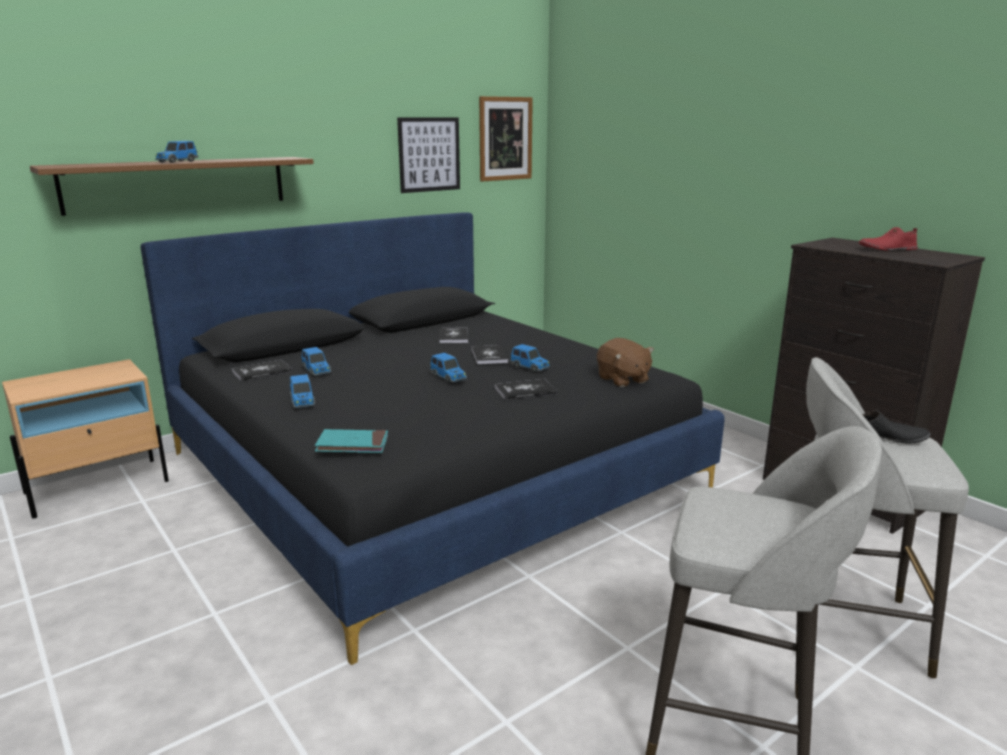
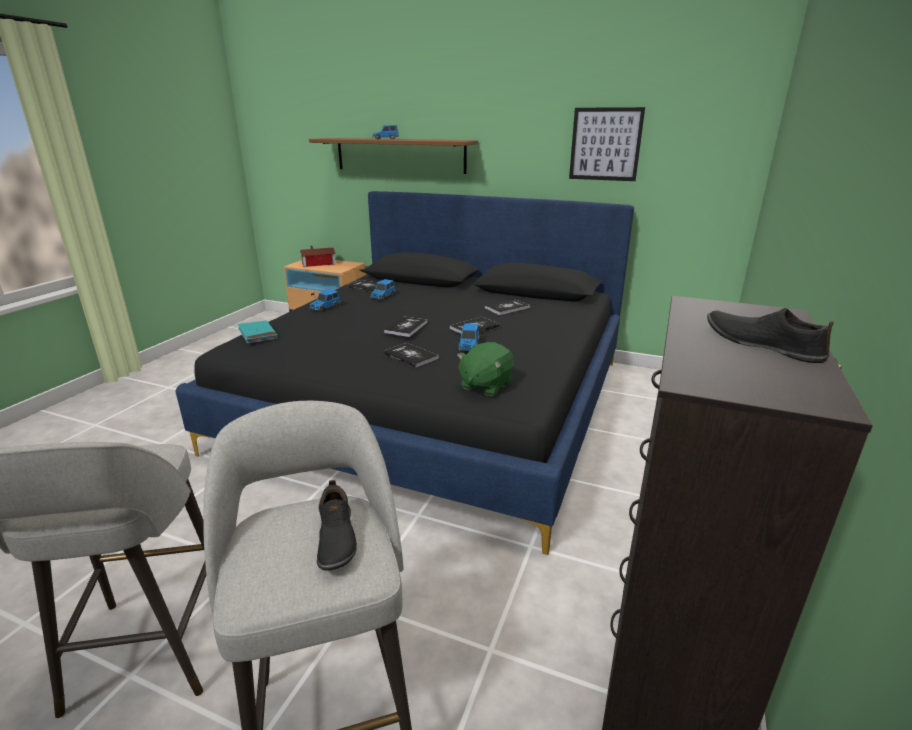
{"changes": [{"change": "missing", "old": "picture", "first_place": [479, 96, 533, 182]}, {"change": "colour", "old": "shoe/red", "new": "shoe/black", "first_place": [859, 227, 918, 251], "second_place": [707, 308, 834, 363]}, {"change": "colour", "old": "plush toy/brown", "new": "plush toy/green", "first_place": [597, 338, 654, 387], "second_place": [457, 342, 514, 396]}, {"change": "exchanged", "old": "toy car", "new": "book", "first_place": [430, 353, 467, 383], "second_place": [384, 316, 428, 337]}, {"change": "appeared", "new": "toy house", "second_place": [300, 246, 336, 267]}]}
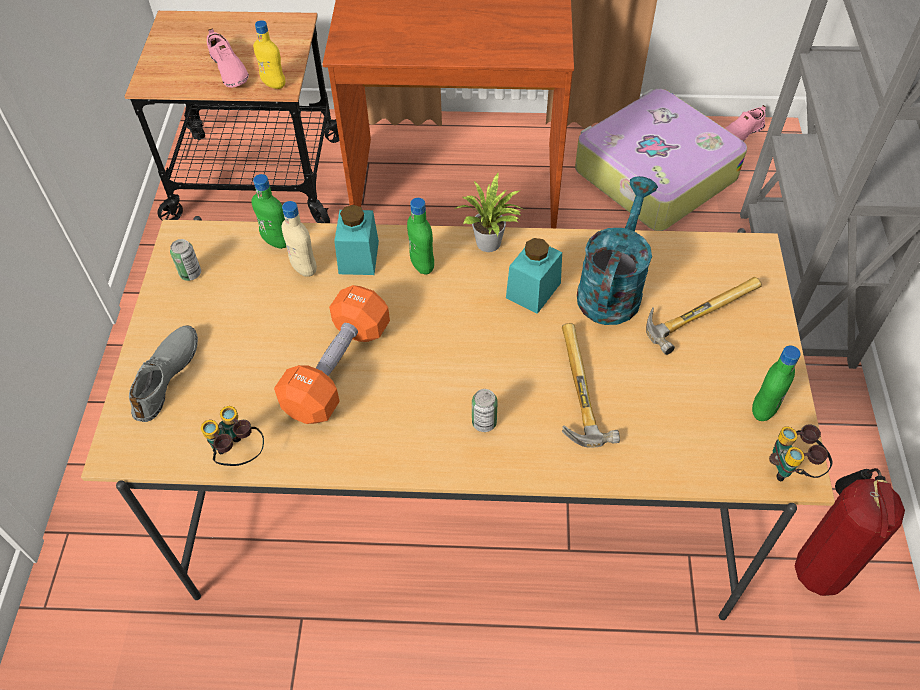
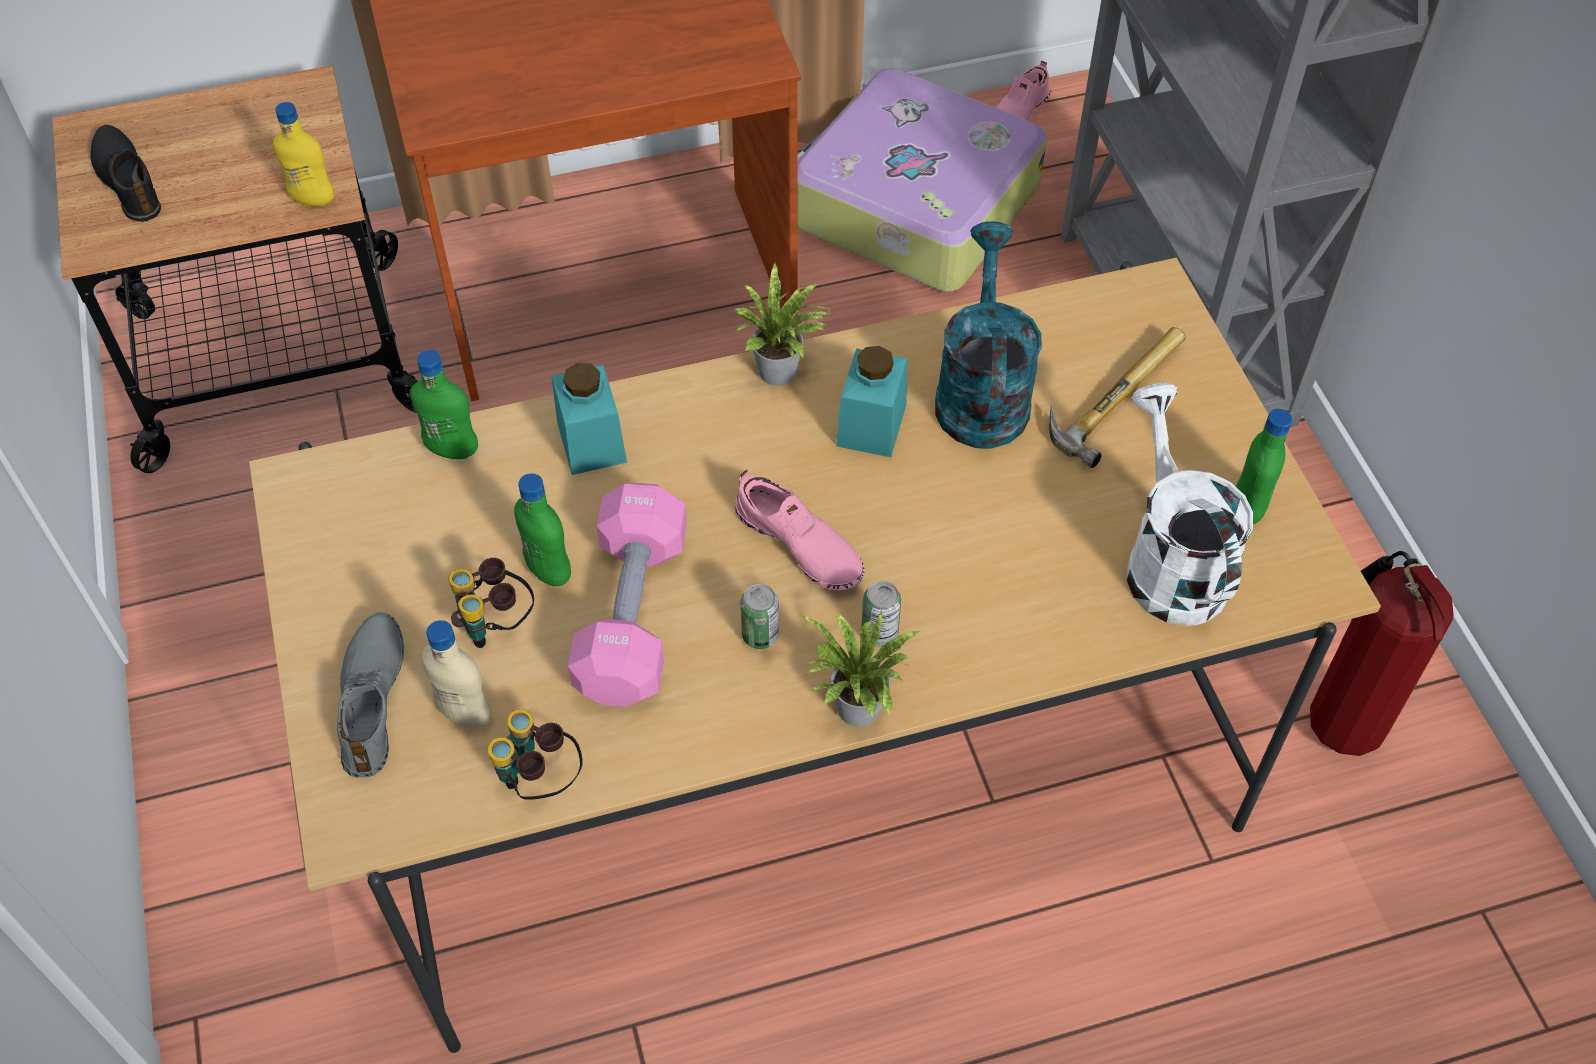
{"changes": [{"change": "relocated", "old": "shoe/pink", "first_place": [207, 28, 249, 88], "second_place": [735, 470, 865, 590]}, {"change": "relocated", "old": "bottle/green", "first_place": [407, 198, 434, 275], "second_place": [514, 474, 571, 586]}, {"change": "relocated", "old": "bottle/beige", "first_place": [282, 201, 317, 277], "second_place": [421, 620, 491, 729]}, {"change": "relocated", "old": "can", "first_place": [170, 239, 201, 281], "second_place": [740, 584, 779, 649]}, {"change": "colour", "old": "dumbbell/orange", "new": "dumbbell/pink", "first_place": [274, 285, 390, 424], "second_place": [568, 483, 687, 707]}, {"change": "missing", "old": "hammer", "first_place": [562, 323, 620, 448]}, {"change": "relocated", "old": "binoculars", "first_place": [769, 424, 833, 481], "second_place": [449, 558, 534, 648]}, {"change": "appeared", "new": "shoe/black", "second_place": [90, 125, 161, 222]}, {"change": "appeared", "new": "watering can/white", "second_place": [1127, 383, 1253, 626]}, {"change": "appeared", "new": "potted plant", "second_place": [799, 610, 921, 727]}]}
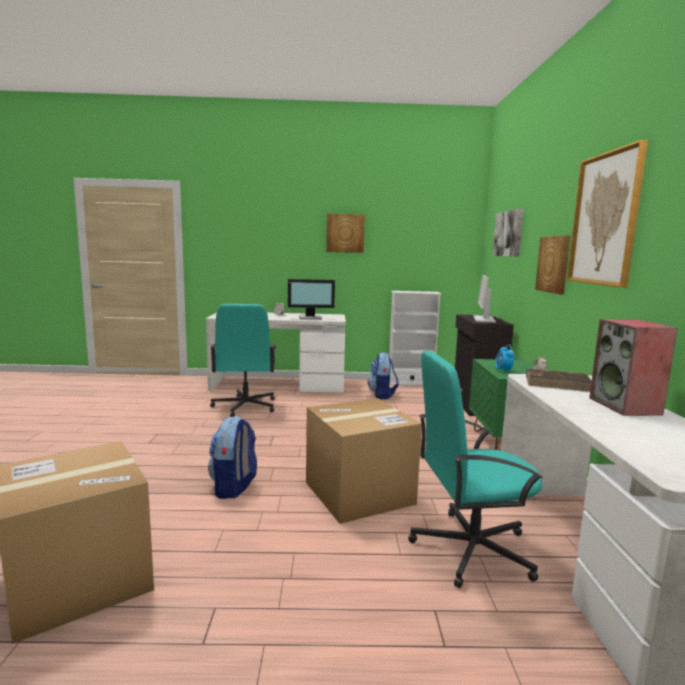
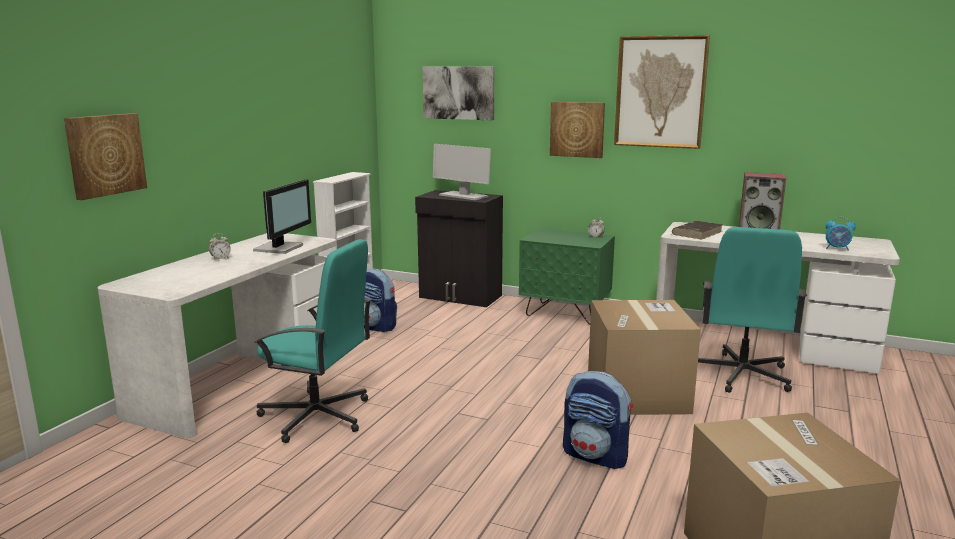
{"changes": [{"change": "relocated", "old": "picture", "first_place": [326, 214, 365, 253], "second_place": [64, 113, 147, 200]}, {"change": "relocated", "old": "alarm clock", "first_place": [495, 345, 514, 373], "second_place": [826, 217, 856, 251]}]}
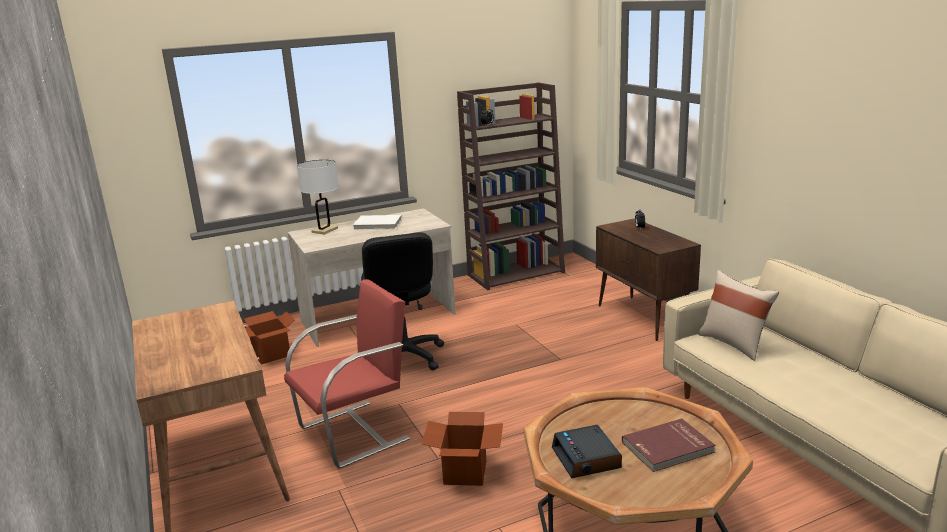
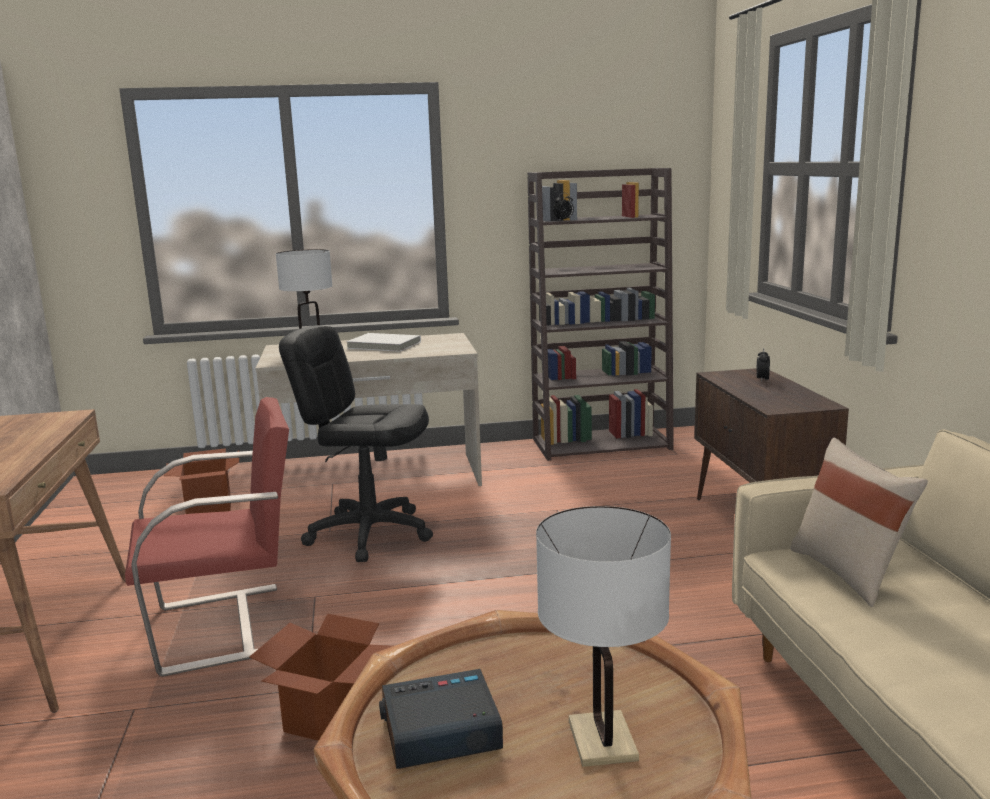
{"changes": [{"change": "spun", "old": "office chair/black", "first_place": [361, 232, 444, 370], "second_place": [279, 325, 433, 562], "degrees": 105}, {"change": "exchanged", "old": "book/red", "new": "table lamp/white", "first_place": [622, 419, 715, 472], "second_place": [536, 506, 671, 767]}, {"change": "spun", "old": "alarm clock", "first_place": [552, 425, 622, 478], "second_place": [379, 669, 503, 769], "degrees": 75}]}
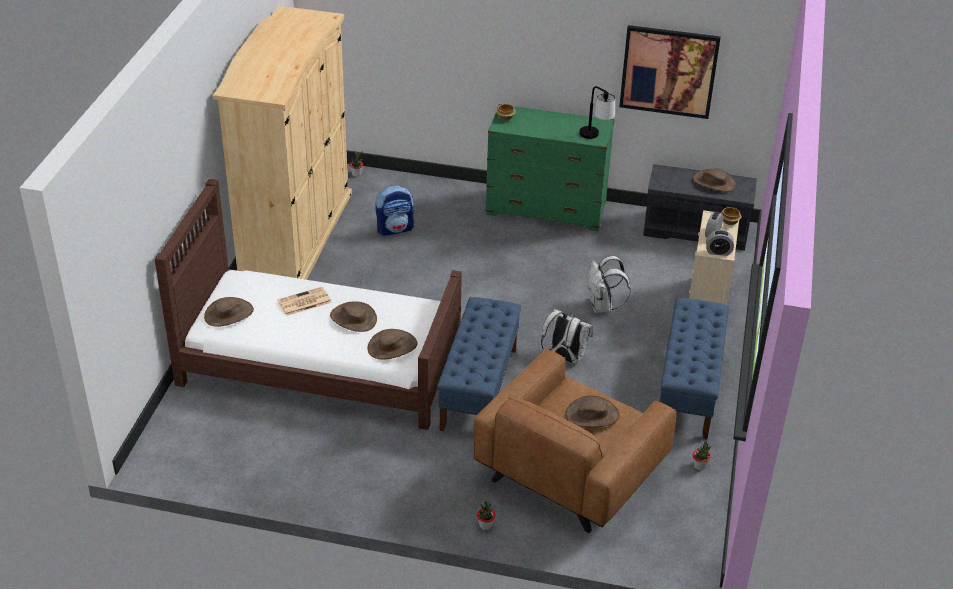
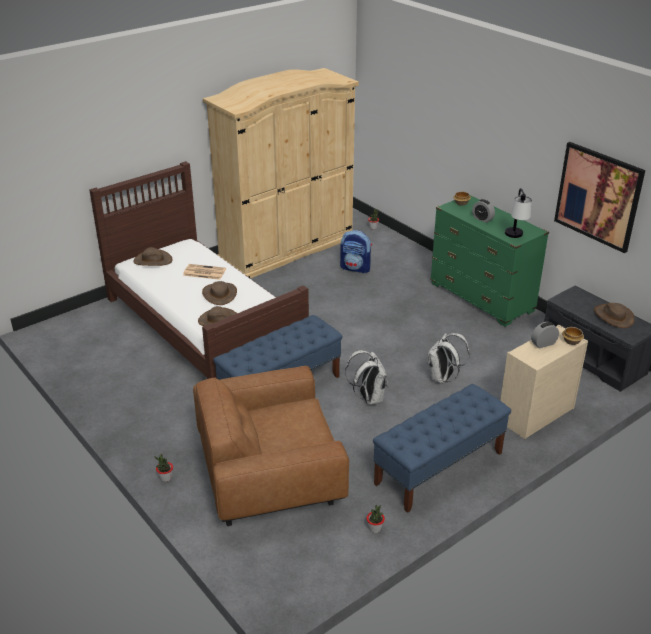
{"changes": [{"change": "relocated", "old": "alarm clock", "first_place": [706, 230, 734, 256], "second_place": [472, 199, 495, 223]}, {"change": "missing", "old": "hat/brown", "first_place": [566, 396, 620, 428]}]}
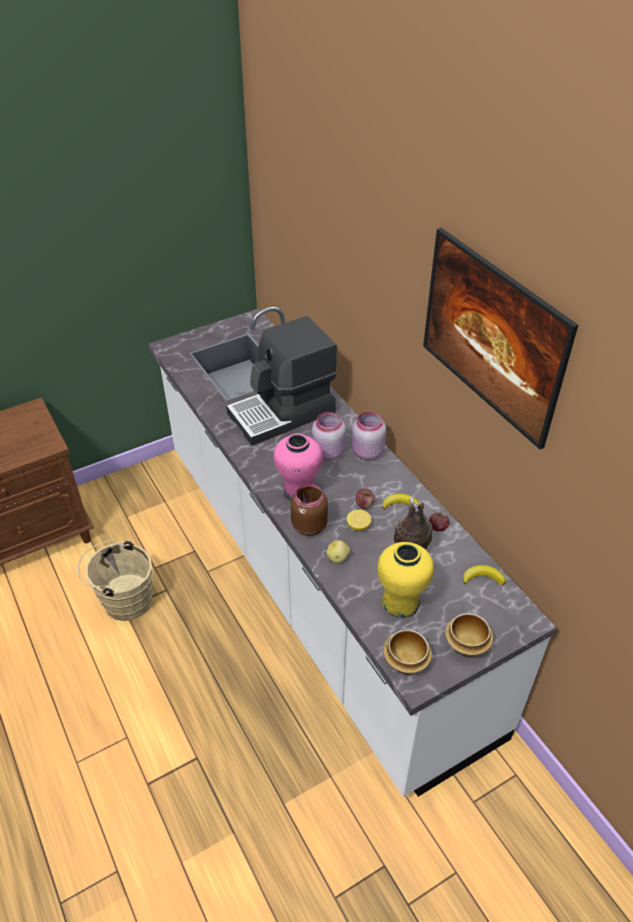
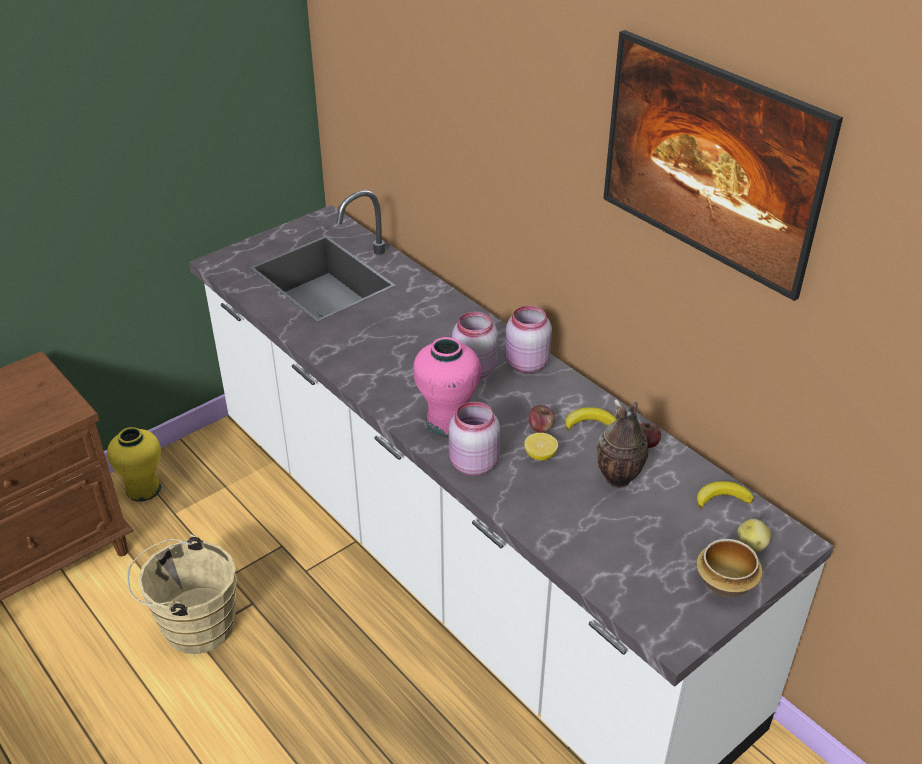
{"changes": [{"change": "missing", "old": "coffee machine", "first_place": [226, 316, 337, 446]}, {"change": "colour", "old": "jar/brown", "new": "jar/pink", "first_place": [291, 484, 328, 536], "second_place": [449, 402, 500, 476]}, {"change": "relocated", "old": "potato", "first_place": [327, 540, 350, 564], "second_place": [737, 519, 771, 552]}, {"change": "relocated", "old": "vase/yellow", "first_place": [377, 542, 434, 618], "second_place": [107, 427, 161, 502]}, {"change": "missing", "old": "bowl", "first_place": [383, 629, 432, 674]}]}
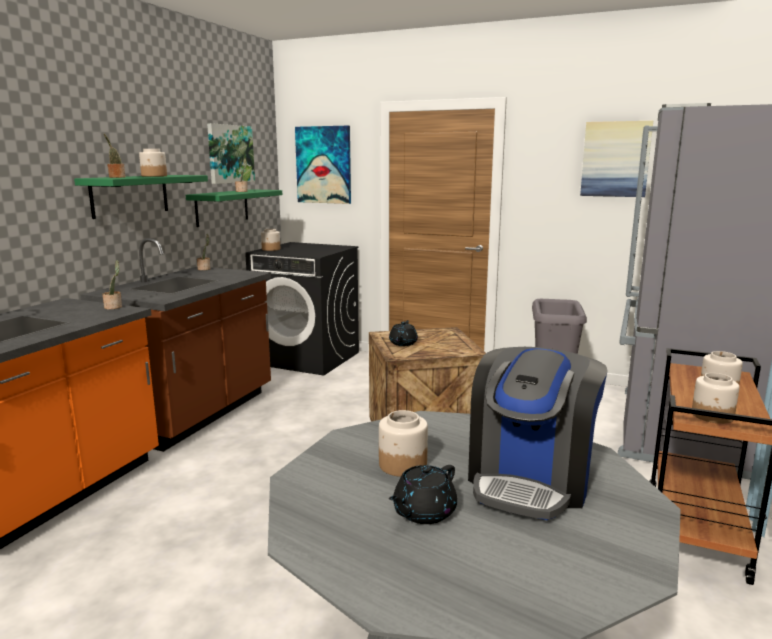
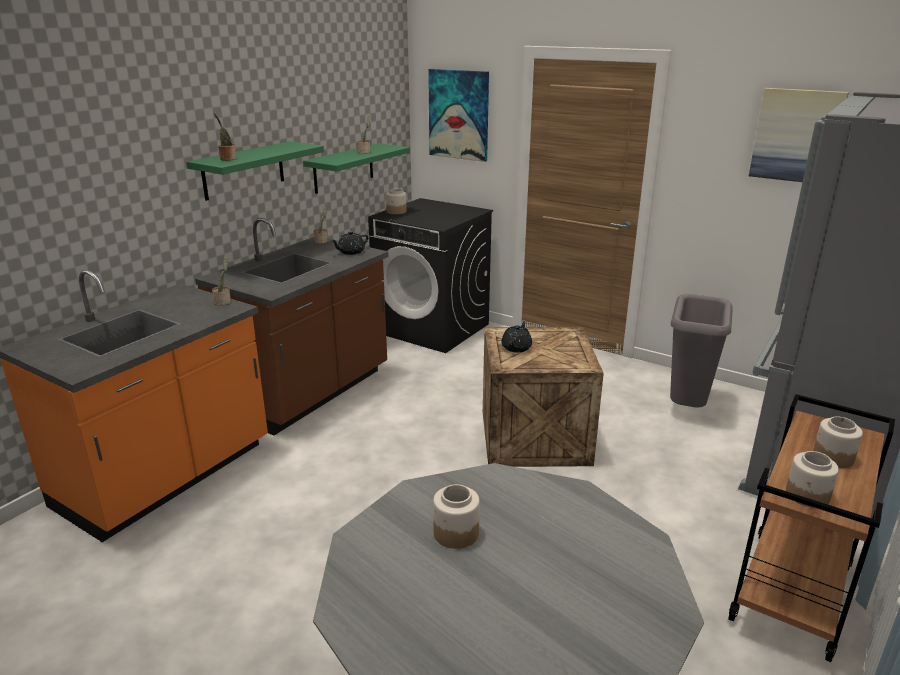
{"changes": [{"change": "missing", "old": "picture", "first_place": [207, 123, 255, 184]}, {"change": "missing", "old": "jar", "first_place": [139, 149, 167, 177]}, {"change": "missing", "old": "coffee machine", "first_place": [468, 347, 608, 520]}, {"change": "relocated", "old": "teapot/black", "first_place": [389, 465, 457, 524], "second_place": [330, 231, 368, 255]}]}
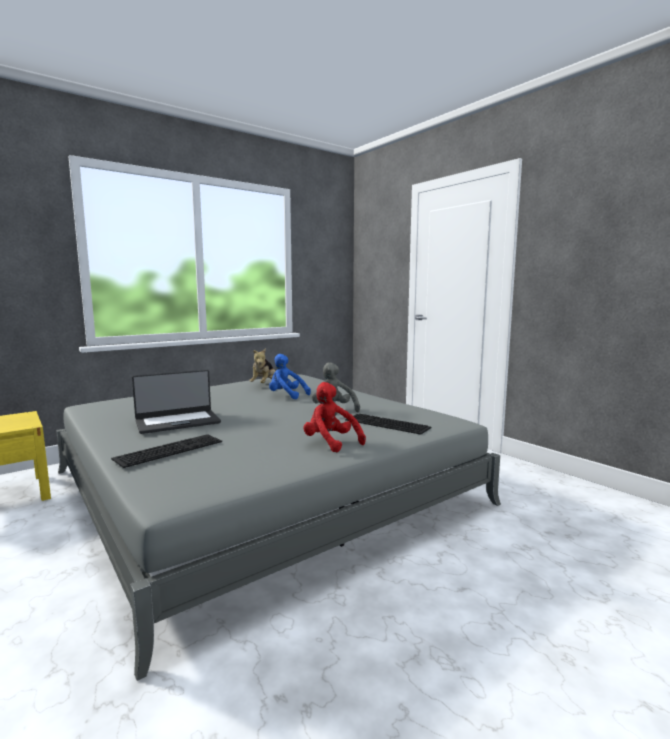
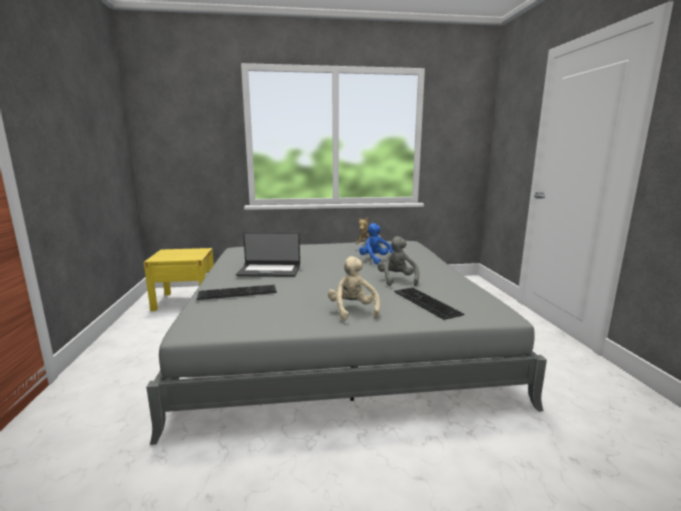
{"changes": [{"change": "colour", "old": "plush toy/red", "new": "plush toy/beige", "first_place": [303, 382, 366, 452], "second_place": [328, 256, 380, 321]}]}
